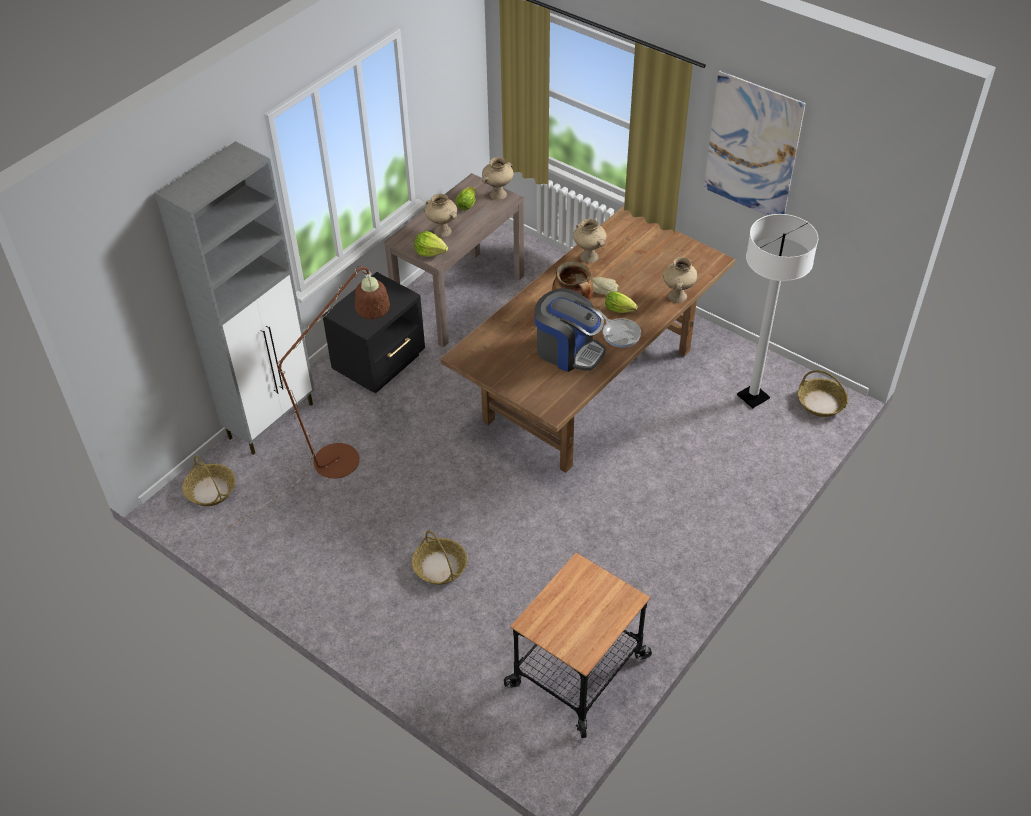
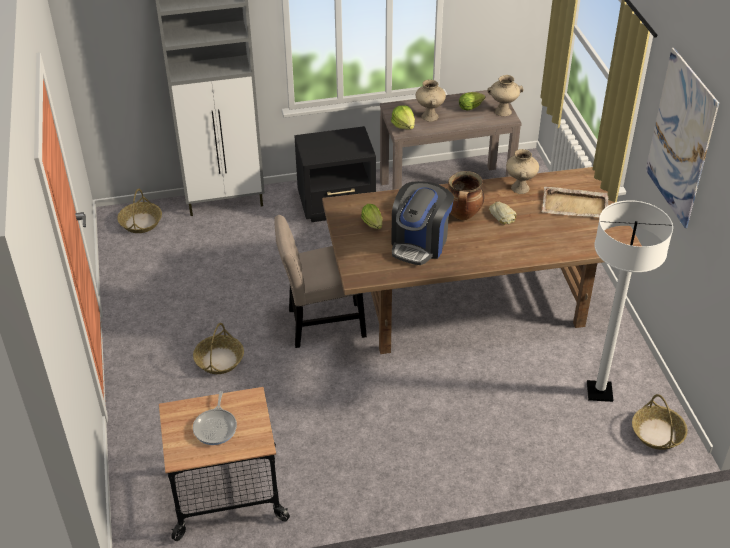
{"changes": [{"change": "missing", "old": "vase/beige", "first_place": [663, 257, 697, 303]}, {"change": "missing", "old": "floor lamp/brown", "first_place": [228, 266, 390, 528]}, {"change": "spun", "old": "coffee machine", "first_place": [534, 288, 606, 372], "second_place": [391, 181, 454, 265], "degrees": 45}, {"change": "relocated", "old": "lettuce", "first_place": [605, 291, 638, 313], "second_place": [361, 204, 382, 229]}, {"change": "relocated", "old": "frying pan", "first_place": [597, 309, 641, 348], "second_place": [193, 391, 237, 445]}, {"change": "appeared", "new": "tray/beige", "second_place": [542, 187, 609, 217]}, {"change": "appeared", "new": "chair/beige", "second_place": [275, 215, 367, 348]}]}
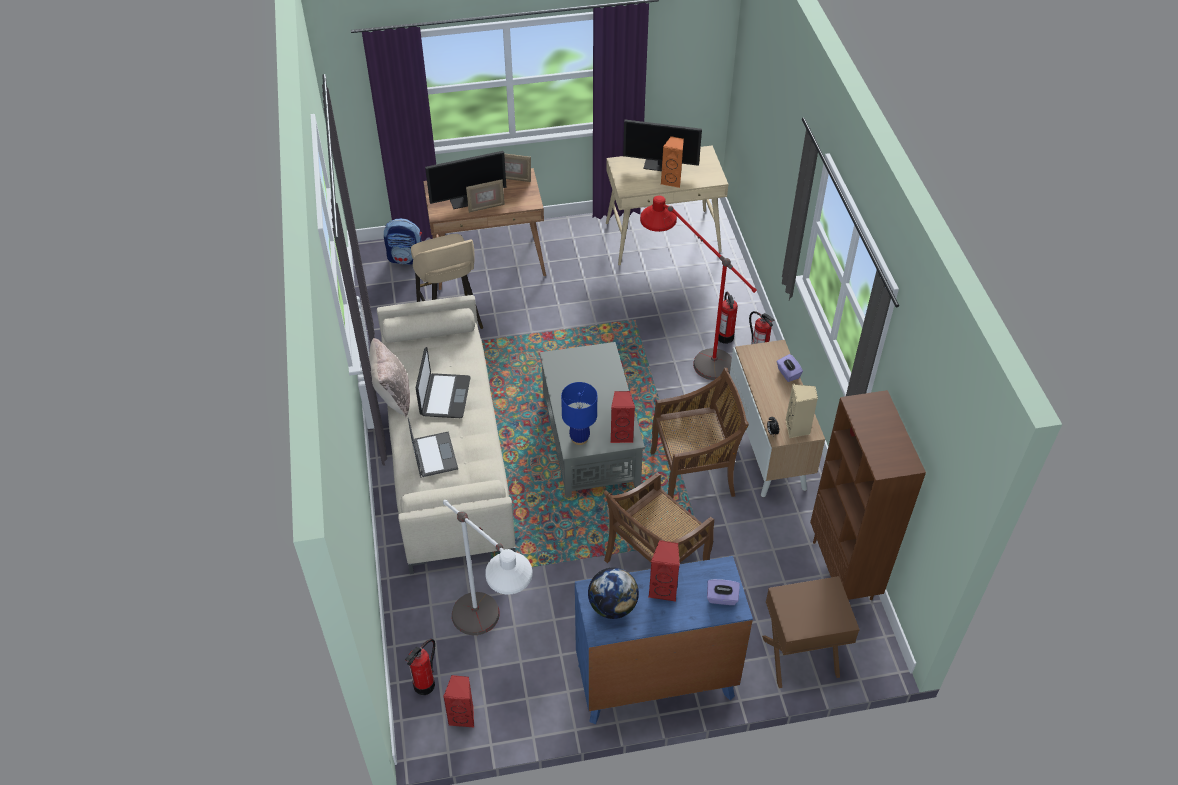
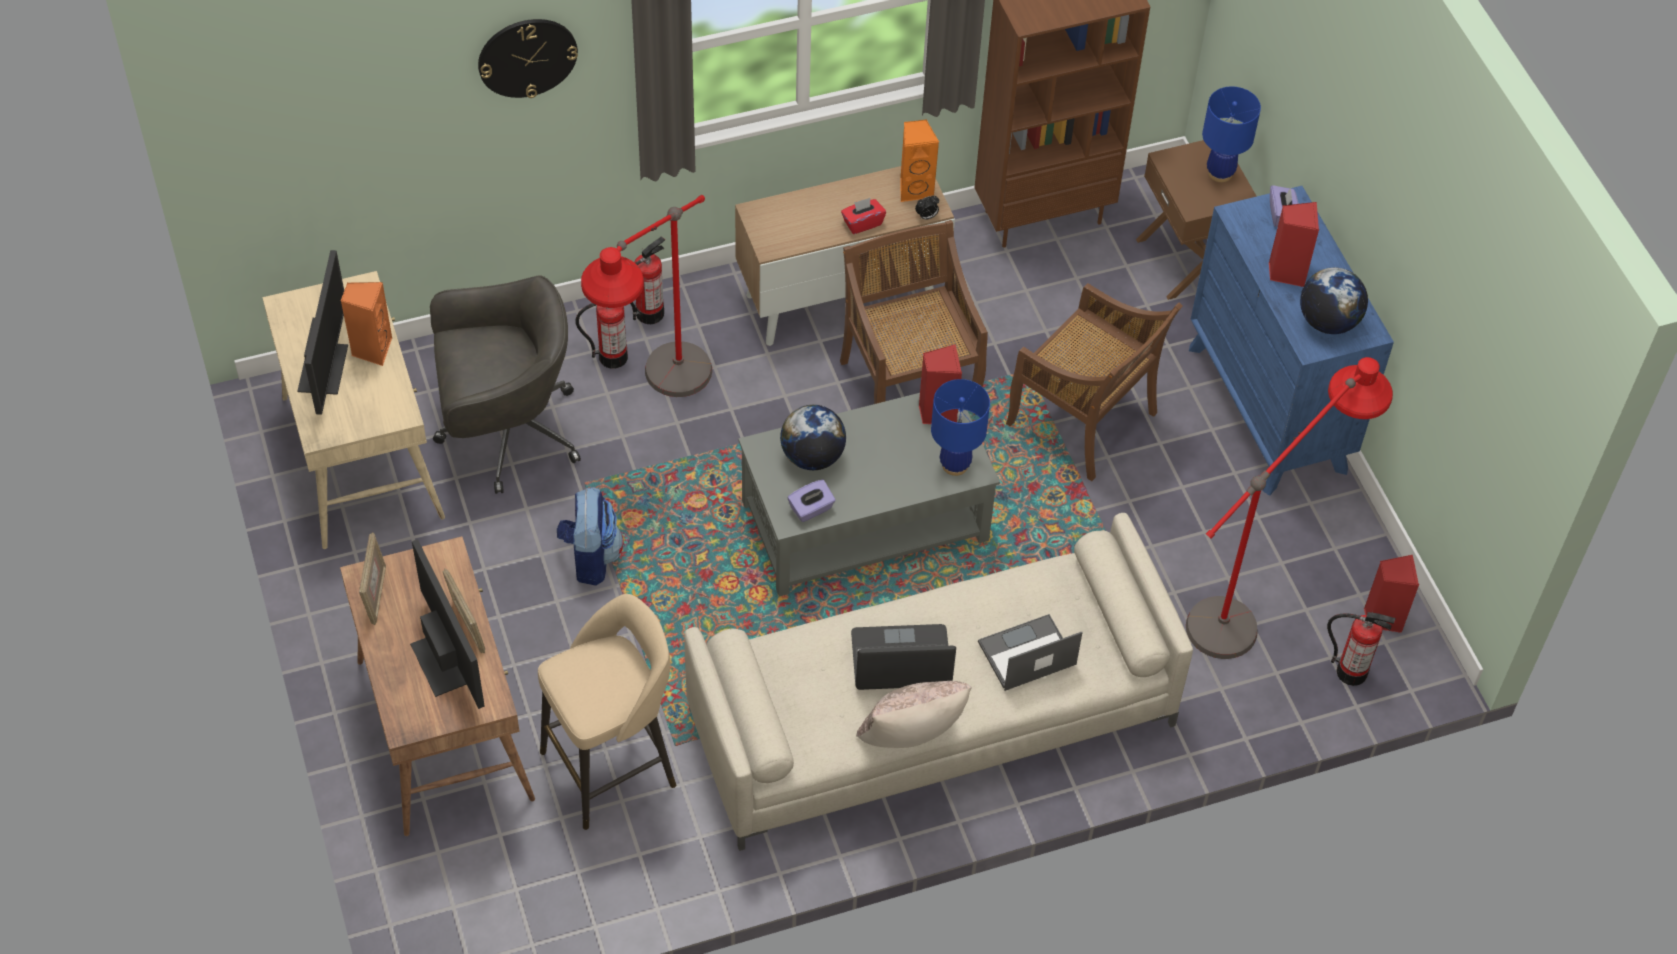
{"changes": [{"change": "relocated", "old": "backpack", "first_place": [384, 218, 422, 265], "second_place": [557, 487, 624, 586]}, {"change": "relocated", "old": "tissue box/purple", "first_place": [776, 354, 803, 382], "second_place": [788, 479, 836, 522]}, {"change": "colour", "old": "speaker/beige", "new": "speaker/orange", "first_place": [785, 384, 818, 438], "second_place": [900, 119, 939, 202]}, {"change": "colour", "old": "floor lamp/white", "new": "floor lamp/red", "first_place": [443, 500, 532, 635], "second_place": [1186, 357, 1393, 659]}, {"change": "appeared", "new": "wall clock", "second_place": [478, 19, 578, 98]}, {"change": "appeared", "new": "table lamp/blue", "second_place": [1202, 86, 1261, 182]}, {"change": "appeared", "new": "tissue box/red", "second_place": [841, 198, 886, 234]}, {"change": "appeared", "new": "office chair/grey", "second_place": [430, 275, 581, 494]}, {"change": "appeared", "new": "globe", "second_place": [780, 405, 846, 470]}]}
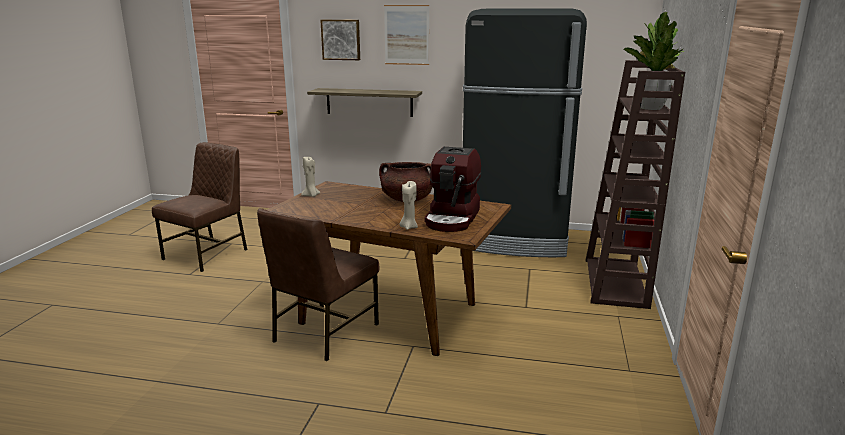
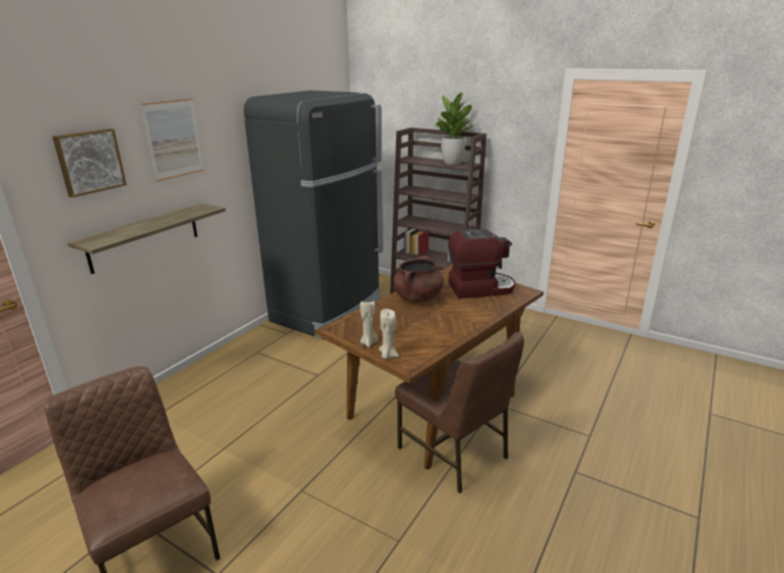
{"changes": [{"change": "spun", "old": "coffee machine", "first_place": [424, 147, 481, 232], "second_place": [448, 229, 515, 299], "degrees": -45}, {"change": "relocated", "old": "candle/beige", "first_place": [399, 181, 418, 230], "second_place": [379, 309, 399, 359]}]}
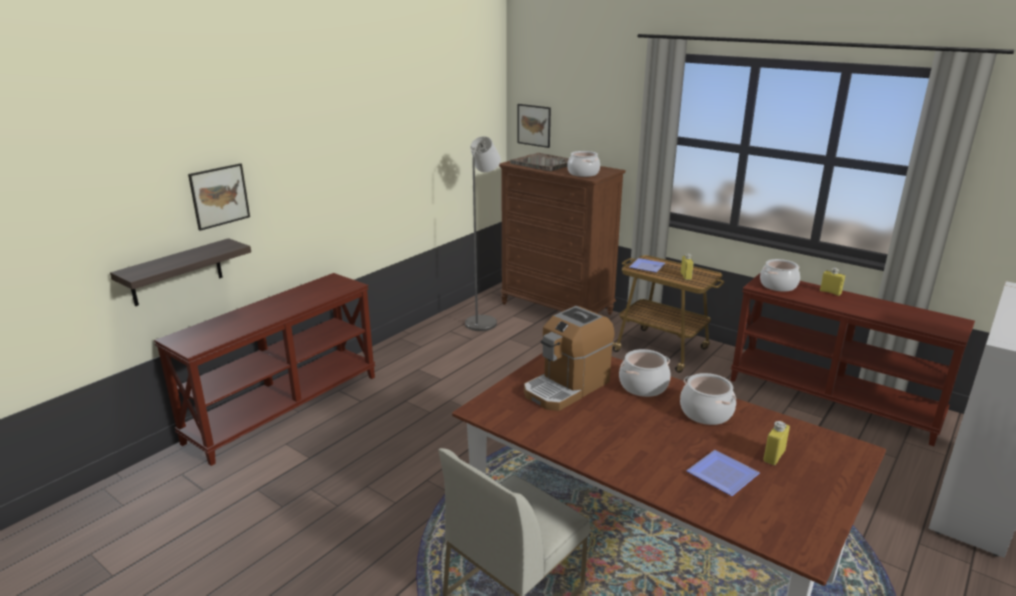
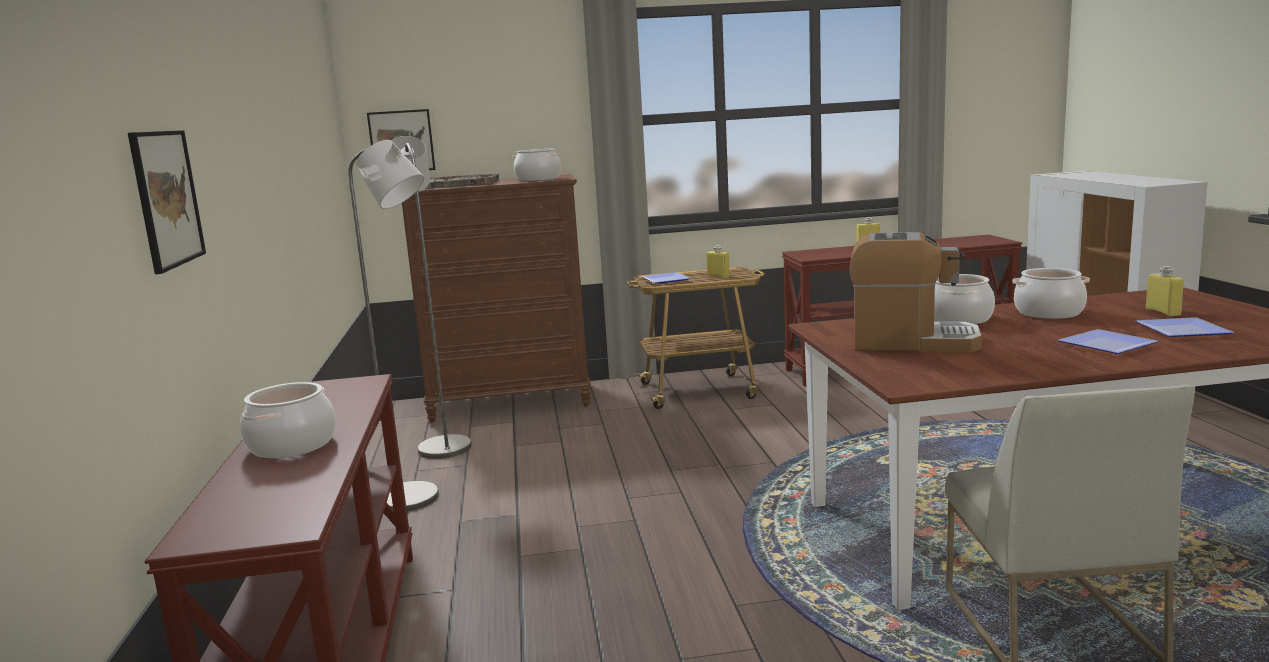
{"changes": [{"change": "missing", "old": "shelf", "first_place": [110, 238, 251, 306]}, {"change": "relocated", "old": "cooking pot", "first_place": [760, 259, 800, 292], "second_place": [240, 382, 336, 458]}, {"change": "spun", "old": "coffee machine", "first_place": [524, 306, 614, 411], "second_place": [849, 232, 982, 353], "degrees": -75}, {"change": "appeared", "new": "floor lamp/grey", "second_place": [348, 140, 439, 511]}, {"change": "appeared", "new": "plate", "second_place": [1058, 329, 1158, 354]}]}
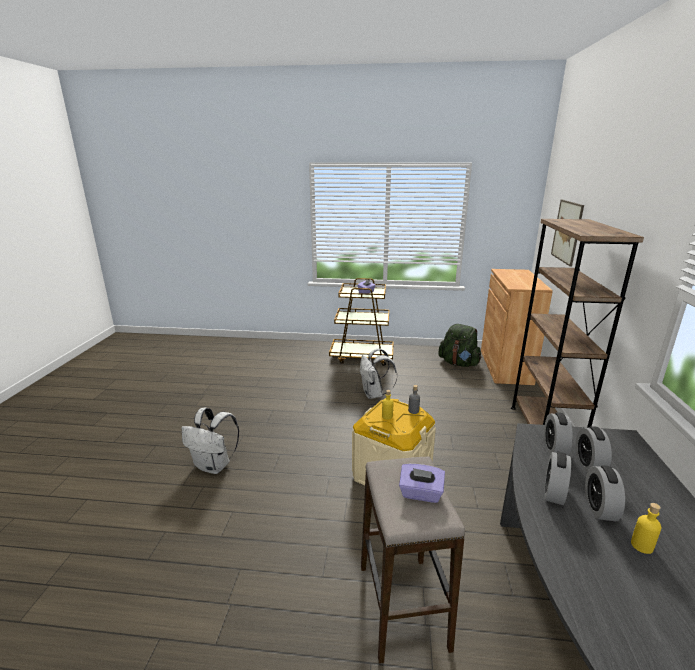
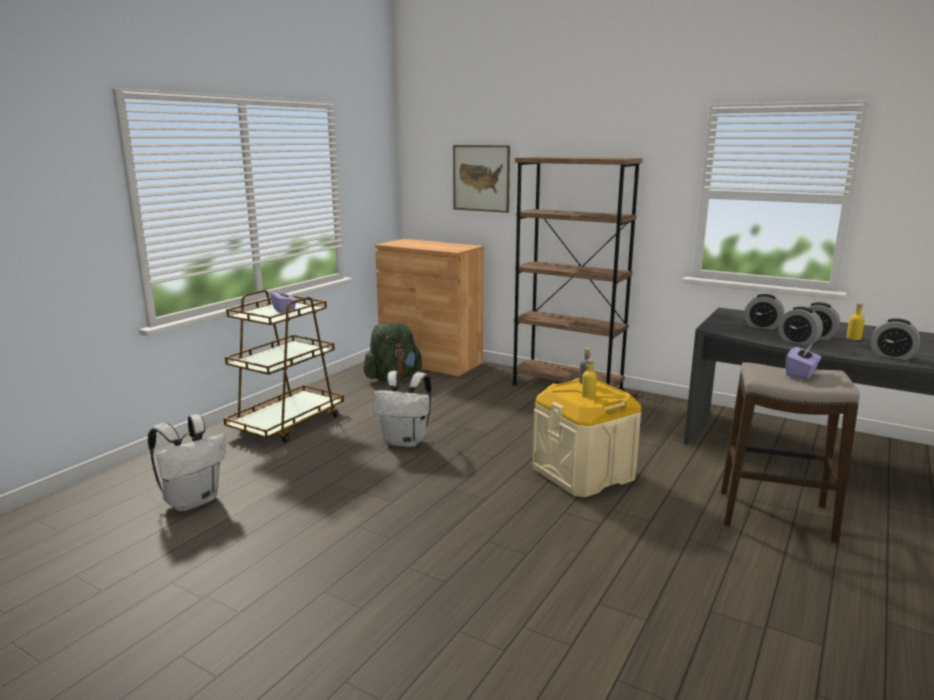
{"changes": [{"change": "relocated", "old": "backpack/white", "first_place": [181, 408, 239, 474], "second_place": [148, 414, 226, 511]}, {"change": "relocated", "old": "alarm clock", "first_place": [544, 412, 573, 456], "second_place": [871, 318, 920, 360]}]}
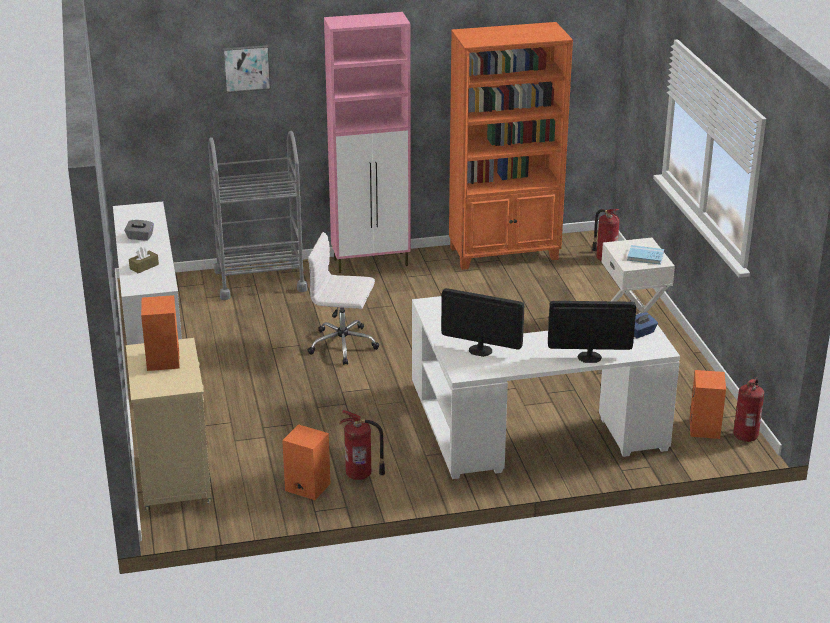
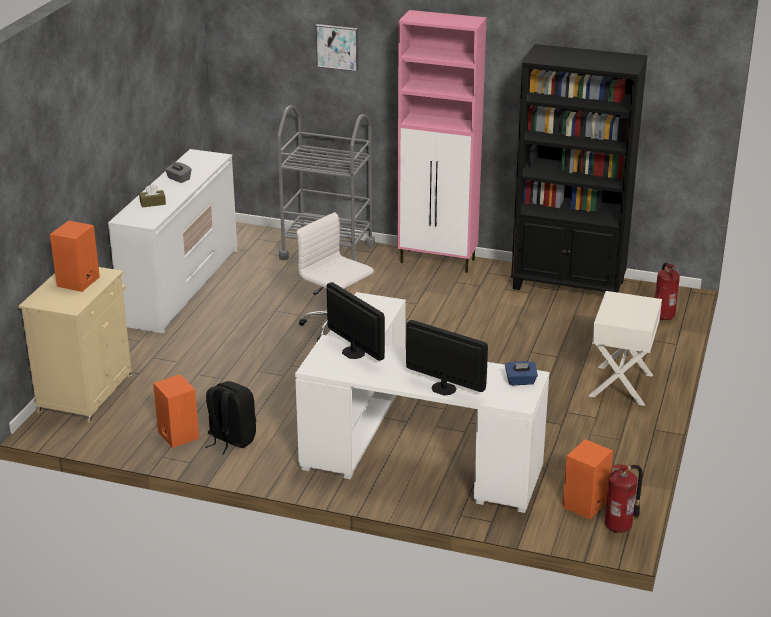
{"changes": [{"change": "colour", "old": "bookcase/orange", "new": "bookcase/black", "first_place": [449, 22, 573, 270], "second_place": [511, 44, 648, 293]}, {"change": "missing", "old": "book/blue", "first_place": [627, 245, 664, 265]}, {"change": "exchanged", "old": "fire extinguisher", "new": "backpack/black", "first_place": [340, 410, 385, 480], "second_place": [206, 381, 256, 455]}]}
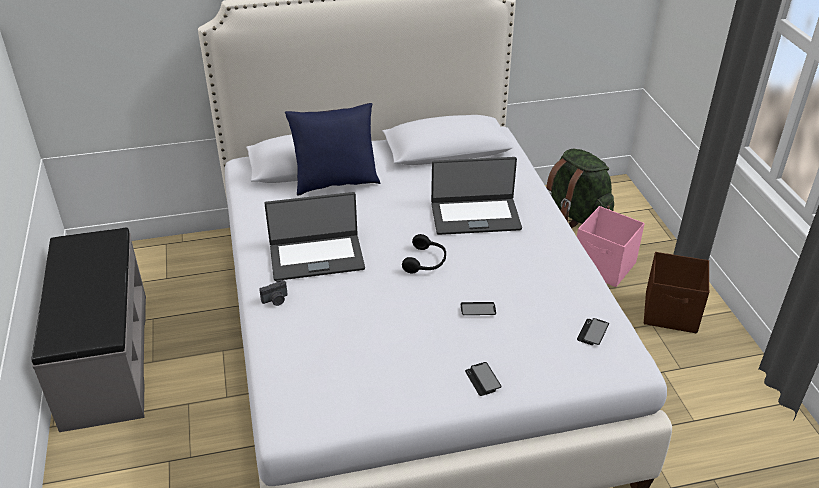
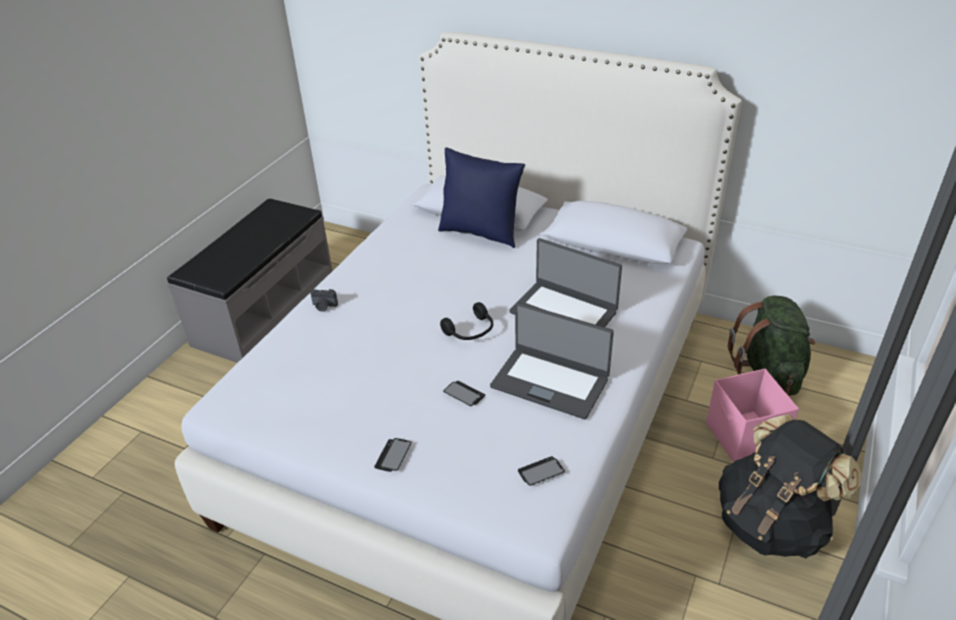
{"changes": [{"change": "relocated", "old": "laptop", "first_place": [264, 192, 365, 281], "second_place": [490, 302, 614, 419]}, {"change": "exchanged", "old": "storage box/brown", "new": "backpack/black", "first_place": [644, 252, 709, 333], "second_place": [719, 414, 861, 558]}]}
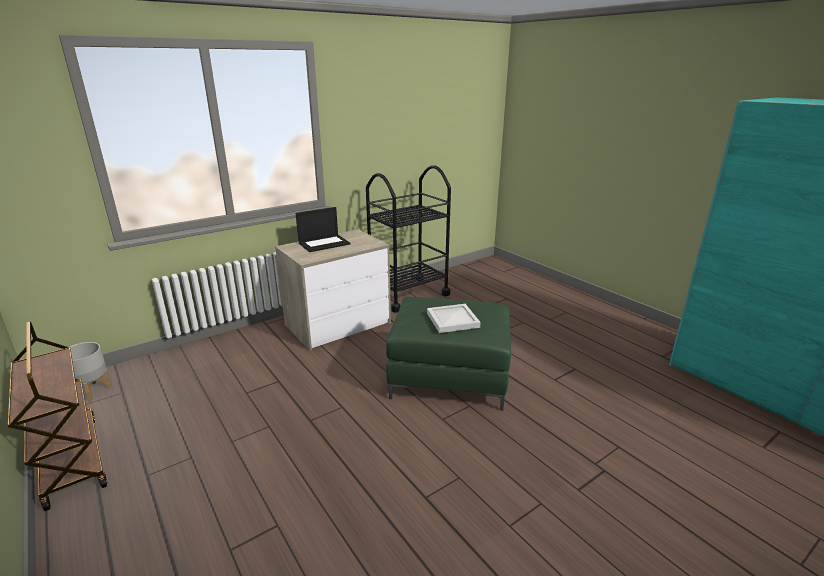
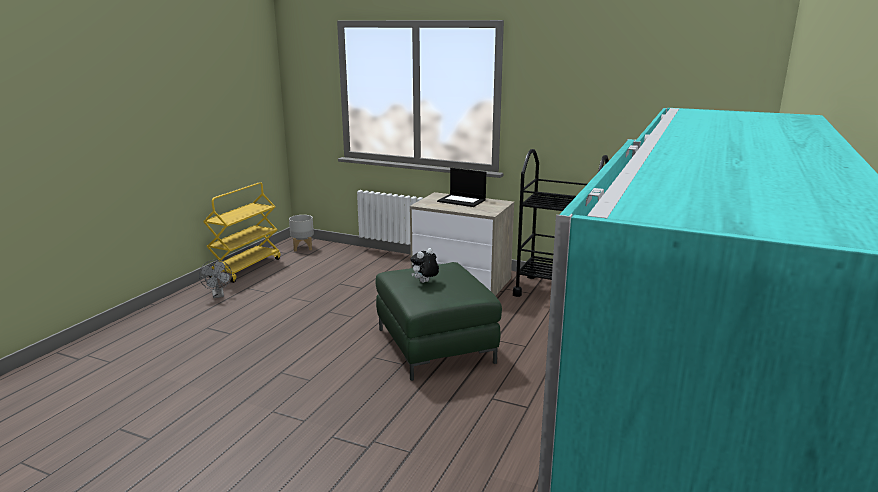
{"changes": [{"change": "exchanged", "old": "tray/white", "new": "plush toy", "first_place": [427, 304, 481, 333], "second_place": [410, 248, 439, 283]}, {"change": "colour", "old": "cart/brown", "new": "cart/yellow", "first_place": [8, 321, 107, 511], "second_place": [203, 182, 280, 283]}, {"change": "appeared", "new": "fan/grey", "second_place": [199, 260, 232, 298]}]}
